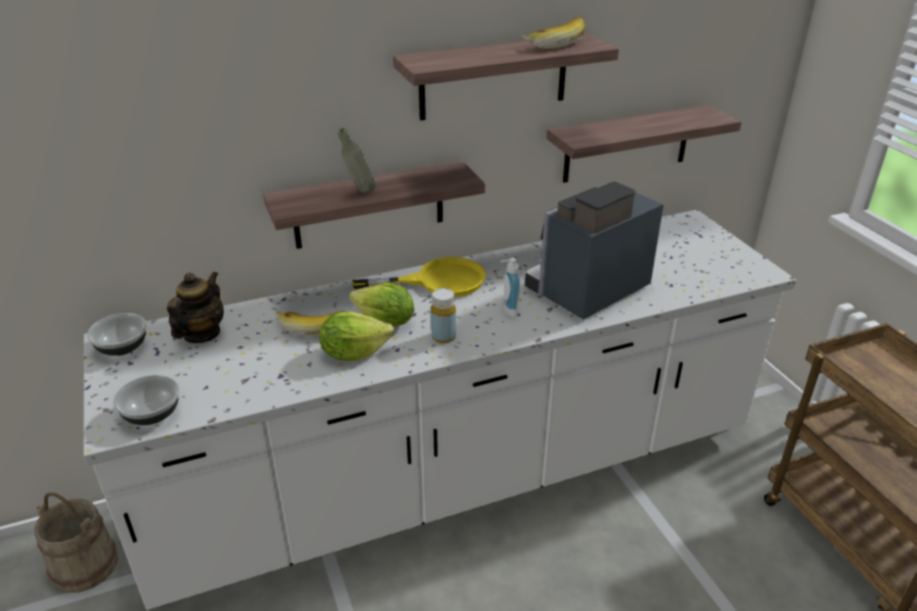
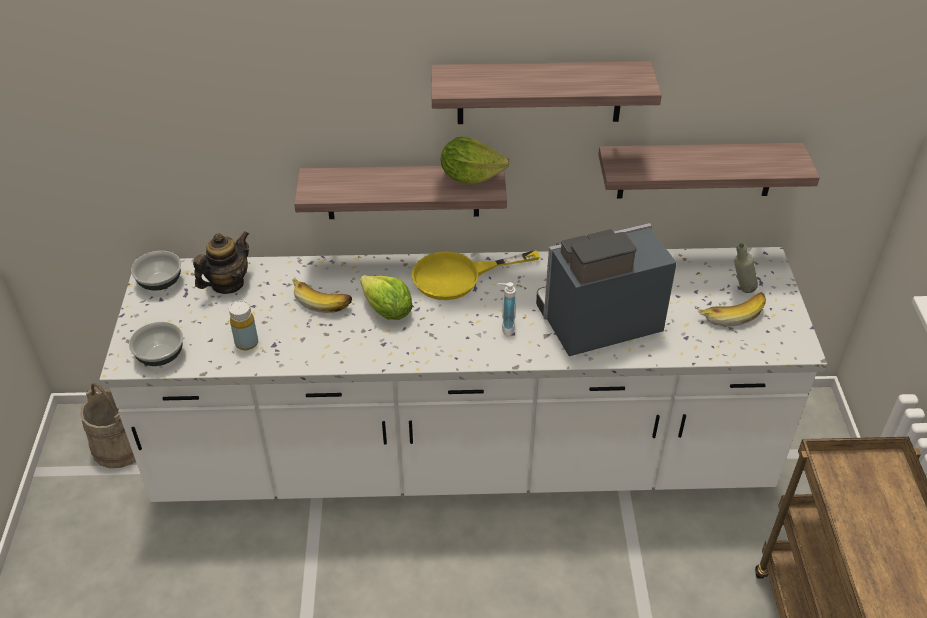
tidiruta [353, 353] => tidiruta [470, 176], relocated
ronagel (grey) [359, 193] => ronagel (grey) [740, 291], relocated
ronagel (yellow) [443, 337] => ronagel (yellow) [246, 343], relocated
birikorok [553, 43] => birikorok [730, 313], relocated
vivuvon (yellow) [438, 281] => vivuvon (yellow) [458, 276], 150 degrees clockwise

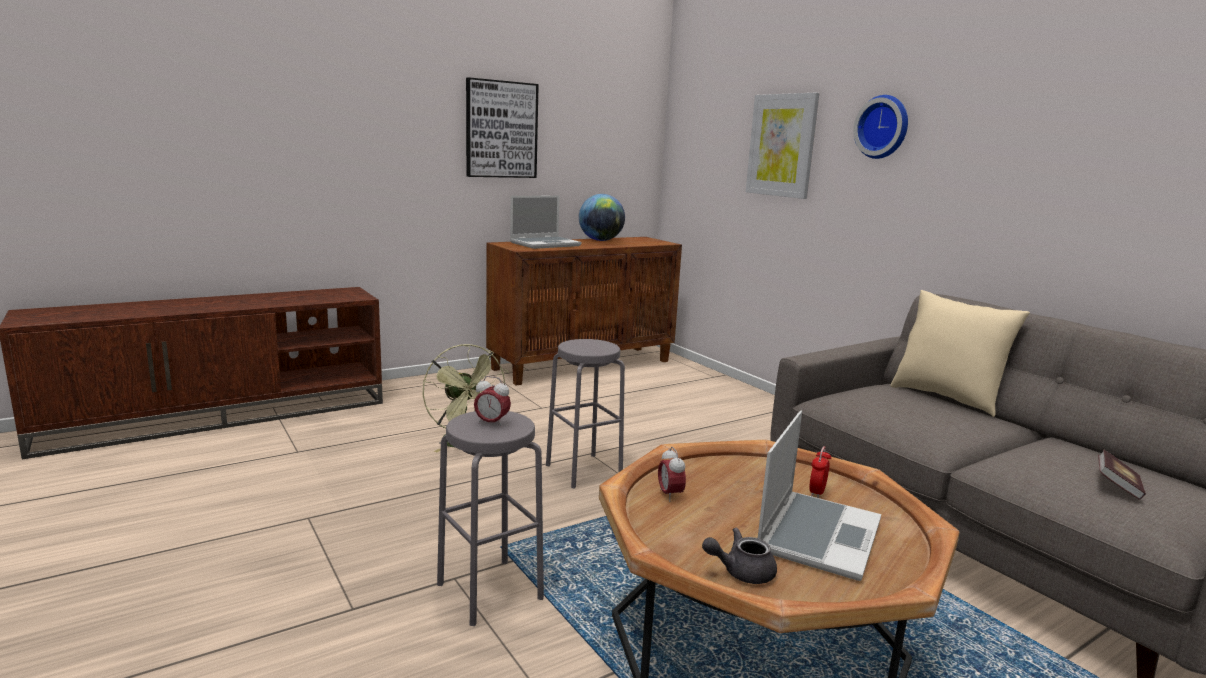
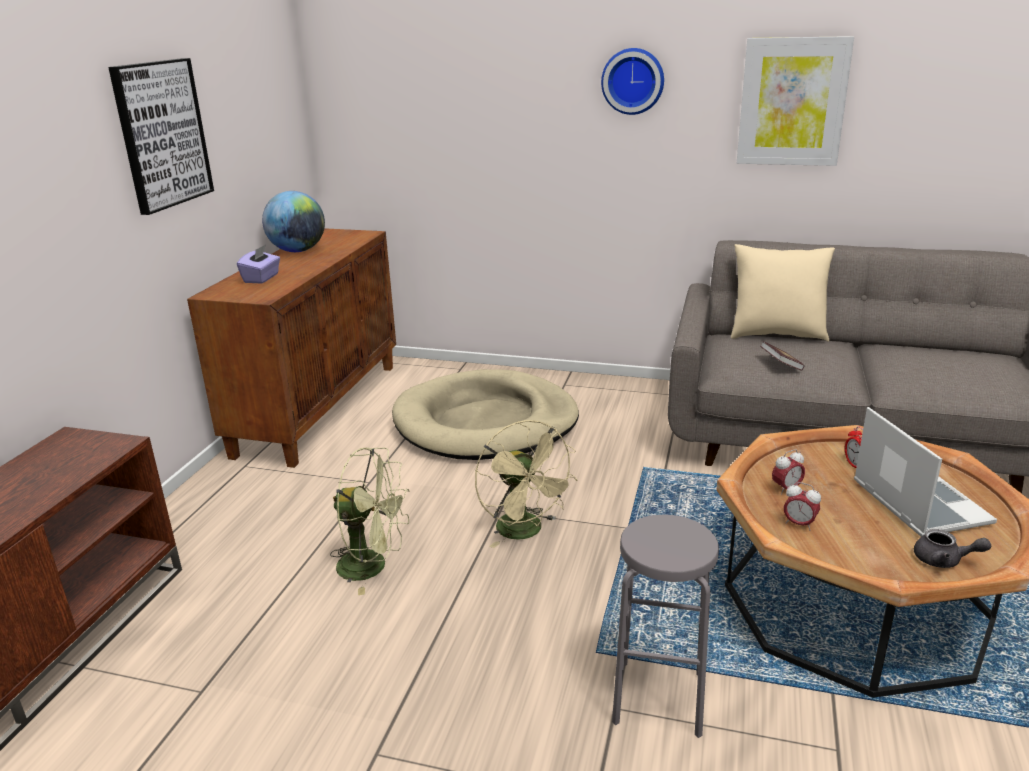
nothing => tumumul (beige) [486, 422]
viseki [492, 423] => viseki [786, 489], relocated
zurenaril [781, 145] => zurenaril [792, 102], relocated
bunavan [1117, 487] => bunavan [780, 365], relocated
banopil [545, 244] => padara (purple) [262, 278]
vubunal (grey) [584, 470] => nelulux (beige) [526, 532]
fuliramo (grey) [741, 572] => fuliramo (grey) [944, 560], 105 degrees counterclockwise

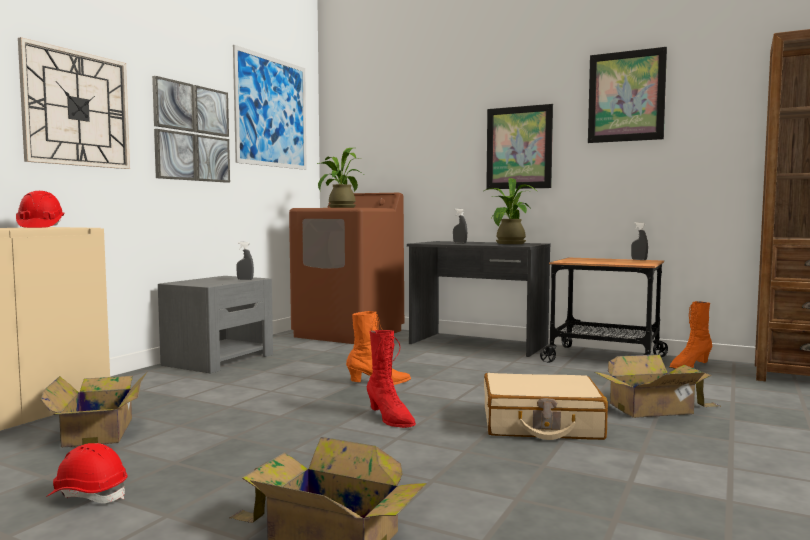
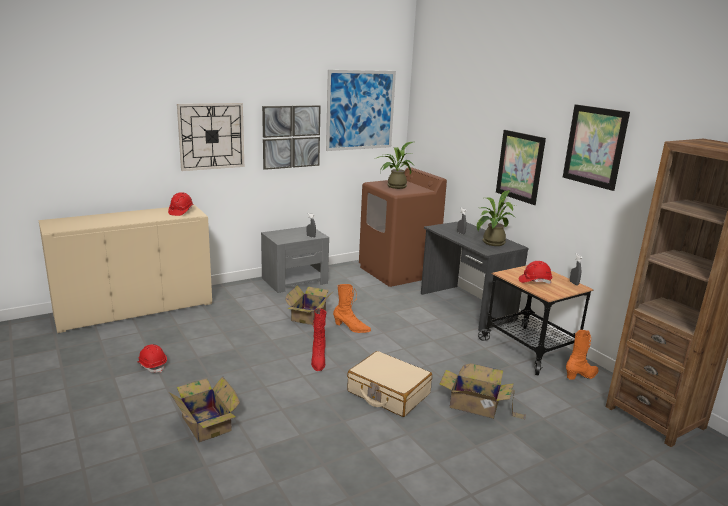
nothing => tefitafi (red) [534, 281]
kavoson [100, 431] => kavoson [309, 315], relocated
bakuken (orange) [689, 366] => bakuken (orange) [581, 376], 150 degrees clockwise

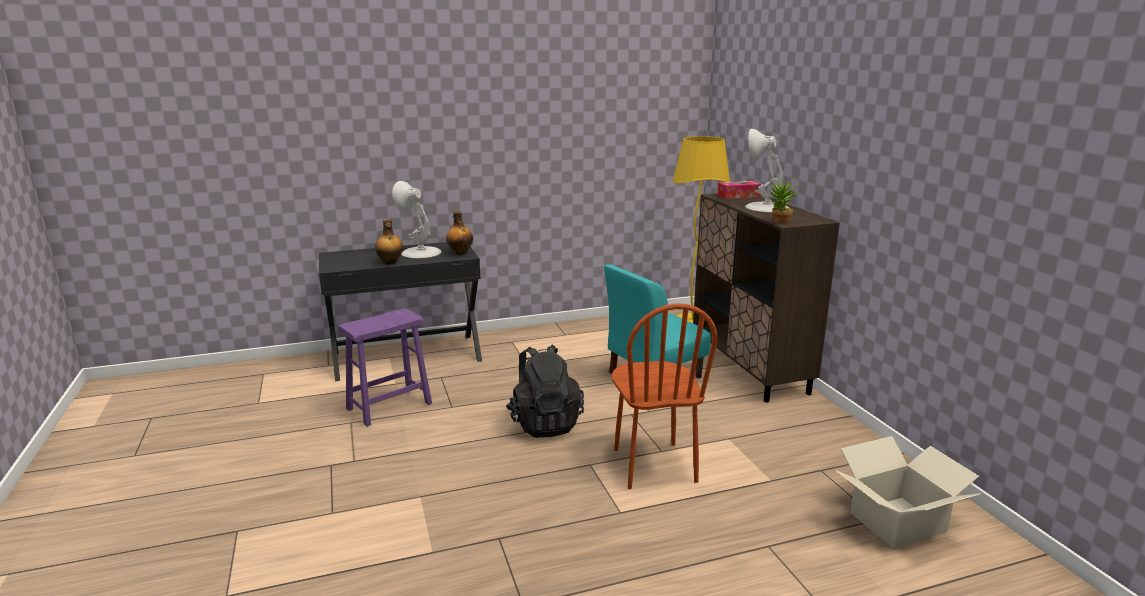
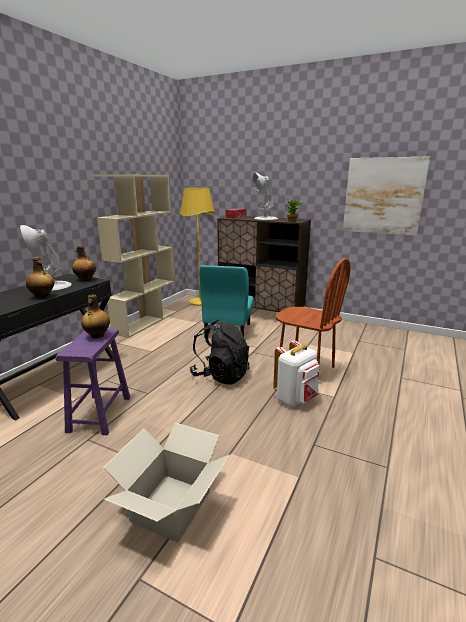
nothing => ronagel [97, 336]
nothing => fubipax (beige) [145, 322]
nothing => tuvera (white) [295, 399]
nothing => zurenaril [383, 196]
kavoson [898, 522] => kavoson [172, 506], relocated

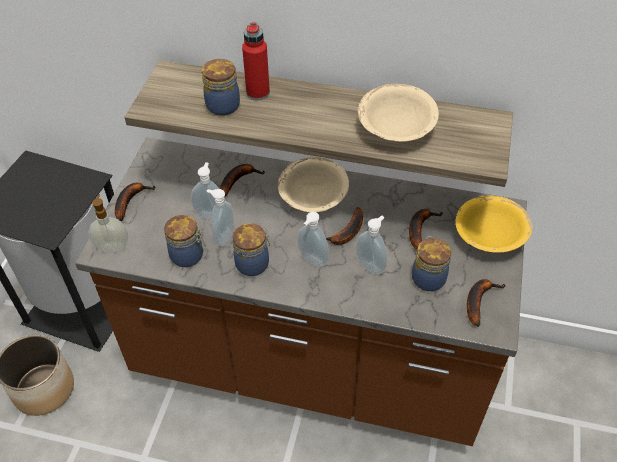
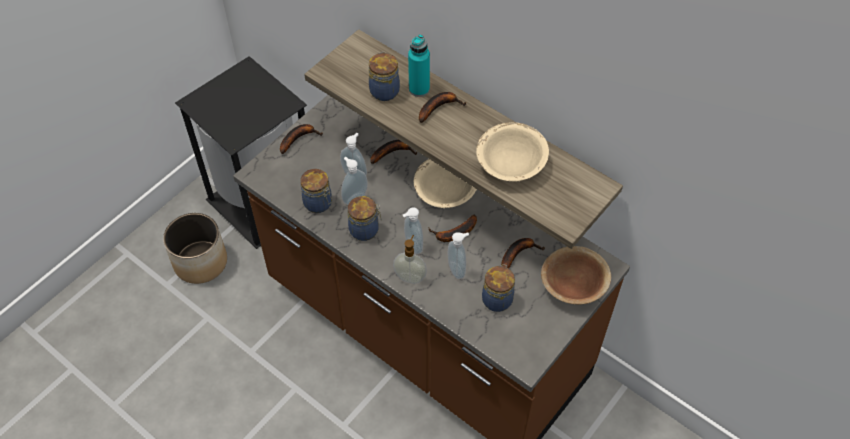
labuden [113, 246] => labuden [410, 276], relocated
birikorok [478, 300] => birikorok [439, 107], relocated
ronagel (red) [258, 93] => ronagel (turquoise) [419, 89]
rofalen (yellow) [489, 237] => rofalen (brown) [573, 285]

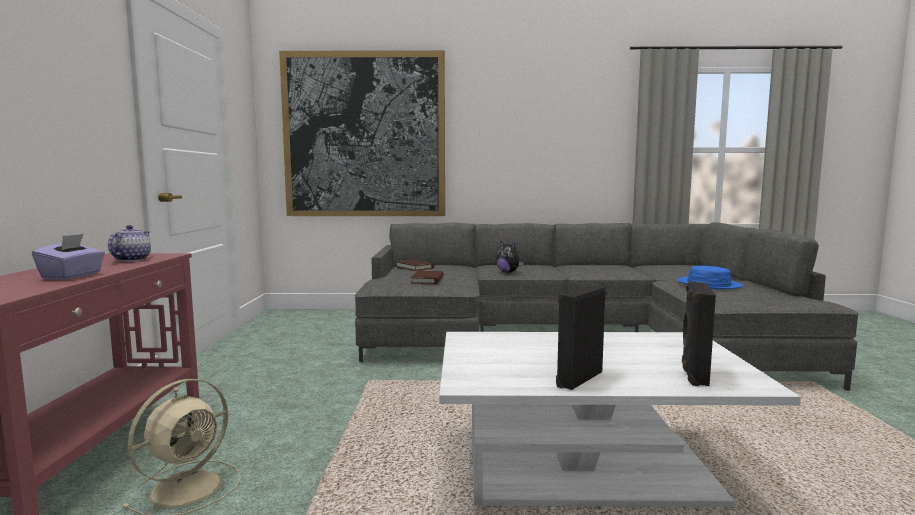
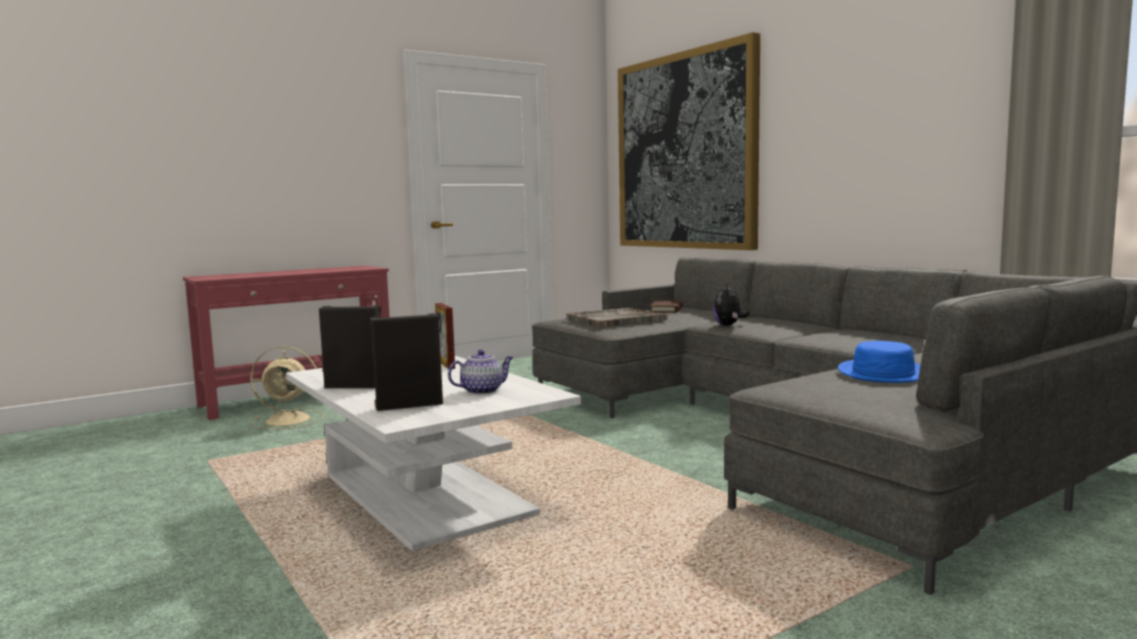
padara (purple) [72, 276] => nothing
nothing => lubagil [446, 364]
fuliramo [131, 259] => fuliramo [483, 391], relocated
bunavan (brown) [427, 280] => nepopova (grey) [615, 320]

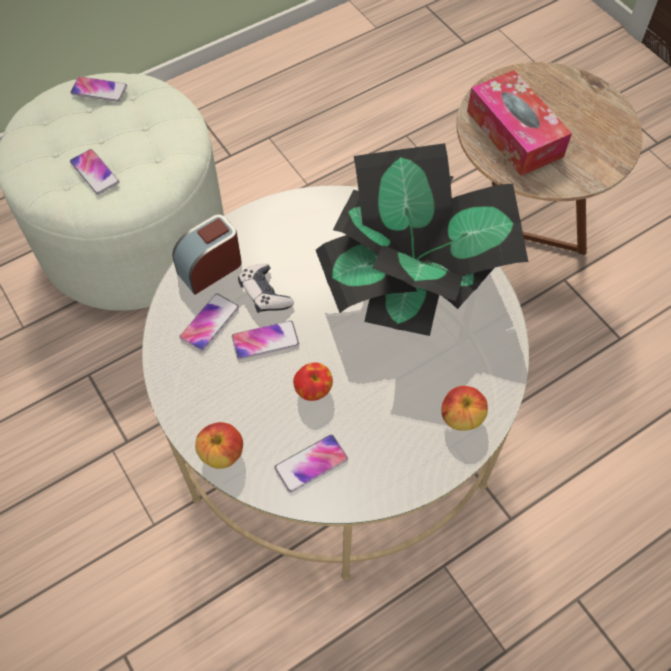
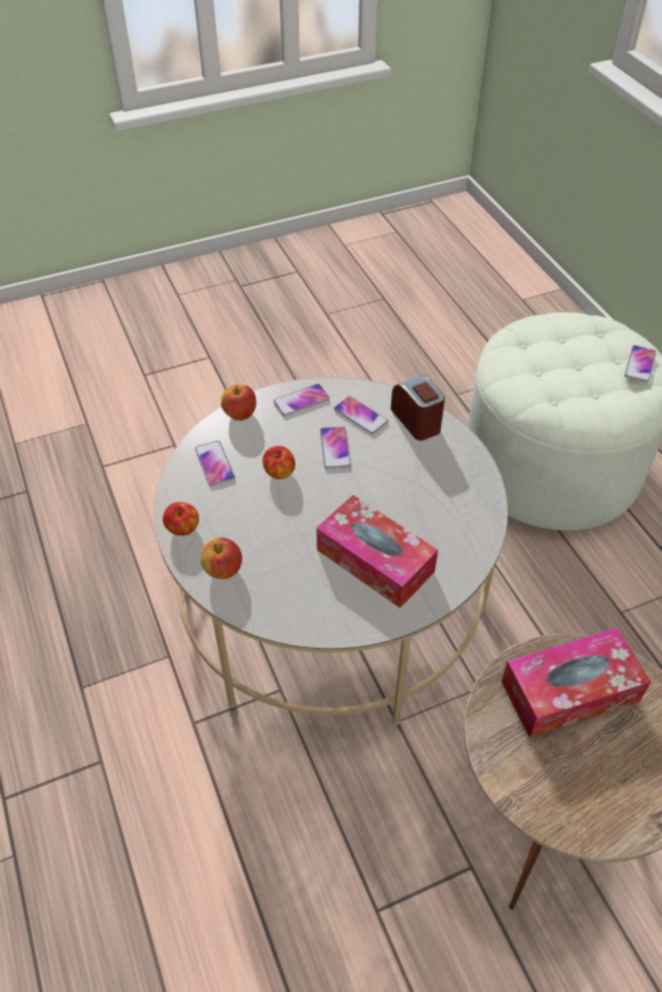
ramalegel [265, 294] => nothing
nothing => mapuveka [183, 529]
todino [94, 172] => todino [301, 401], relocated
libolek [412, 284] => padara [375, 560]

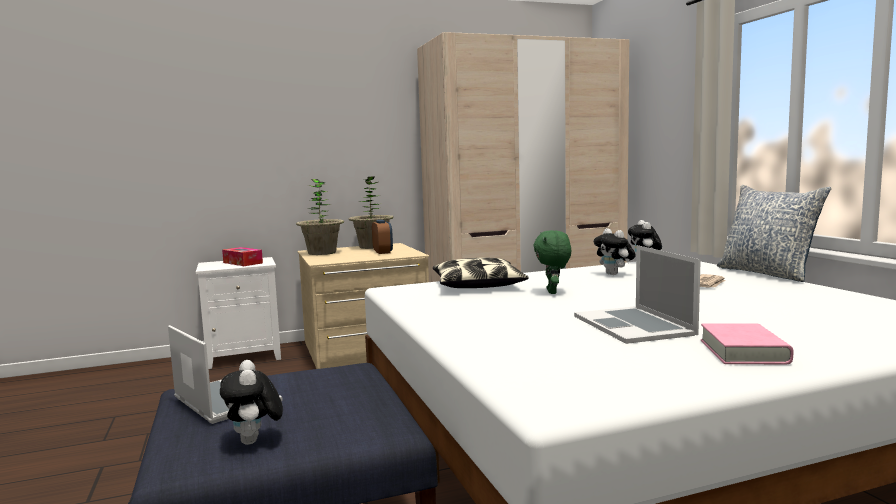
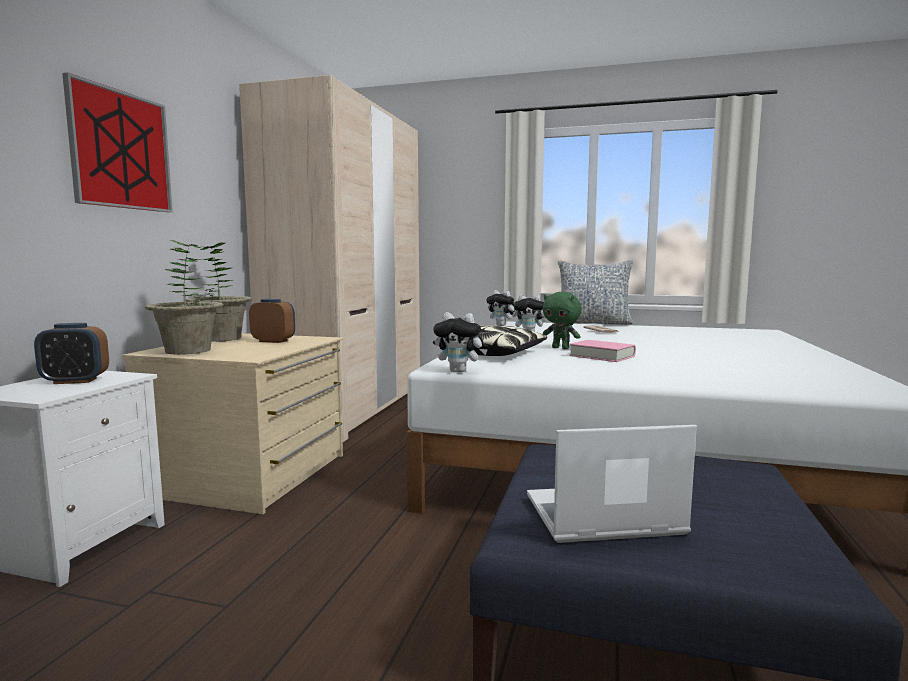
banopil [633, 325] => nothing
nothing => zurenaril [121, 150]
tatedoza [254, 441] => tatedoza [460, 371], relocated
bunavan (pink) [743, 351] => bunavan (pink) [602, 356], relocated
padara [242, 263] => viseki [75, 381]

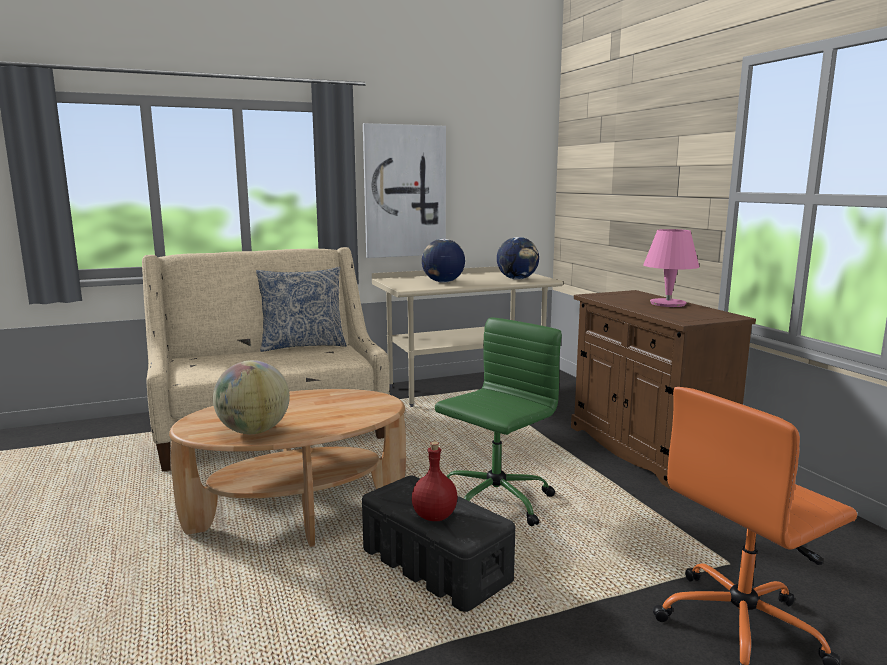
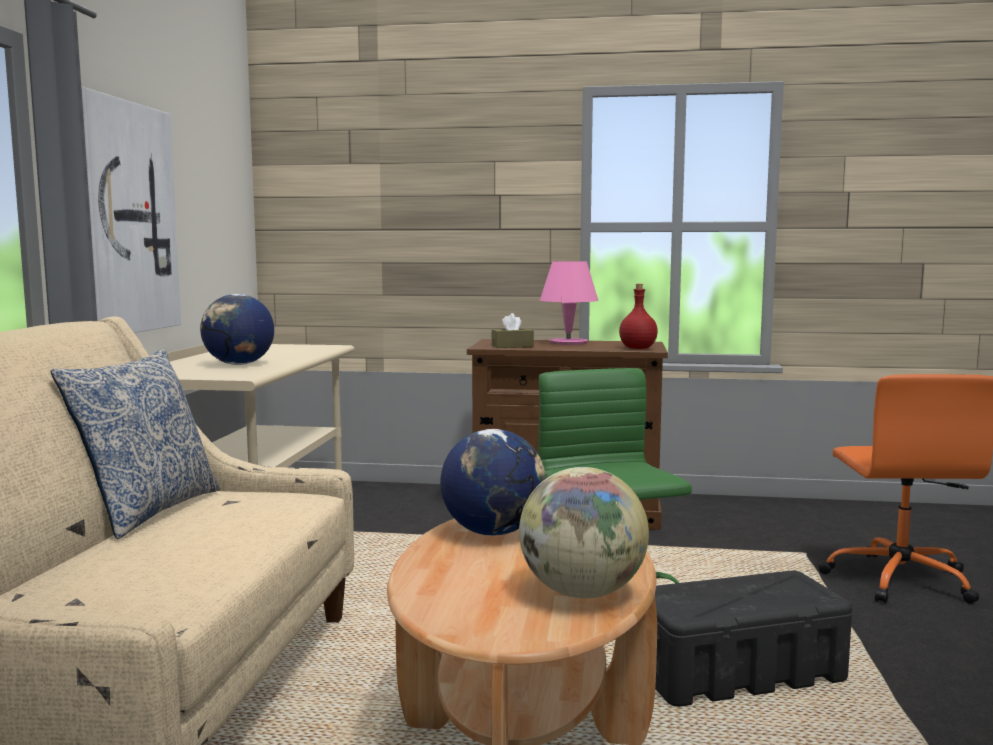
nothing => padara (brown) [512, 346]
ronagel (red) [435, 516] => ronagel (red) [637, 348], relocated
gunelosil [517, 279] => gunelosil [493, 532], relocated

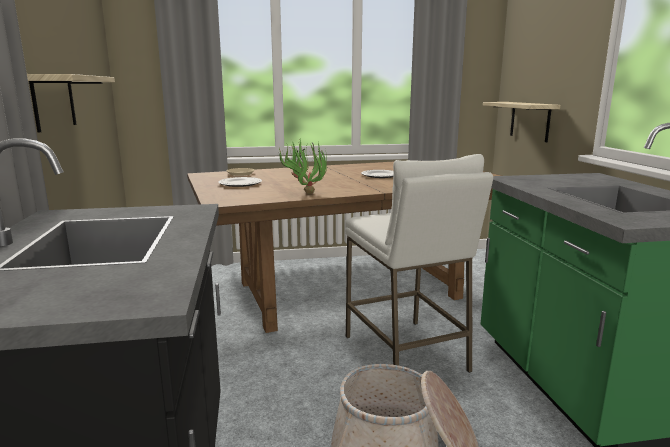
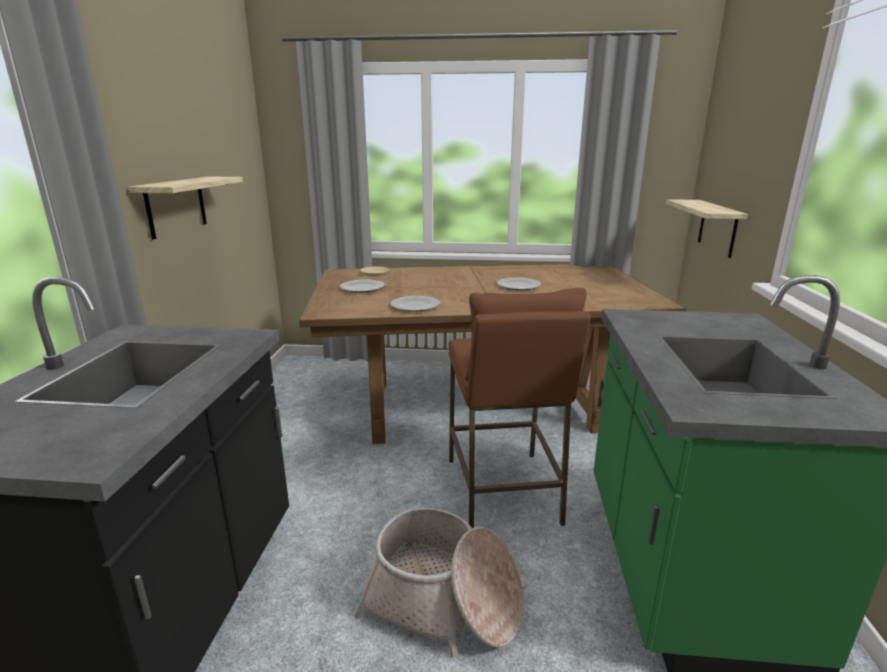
libolek [304, 192] => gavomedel [415, 305]
vubunal (white) [406, 353] => vubunal (brown) [503, 490]

